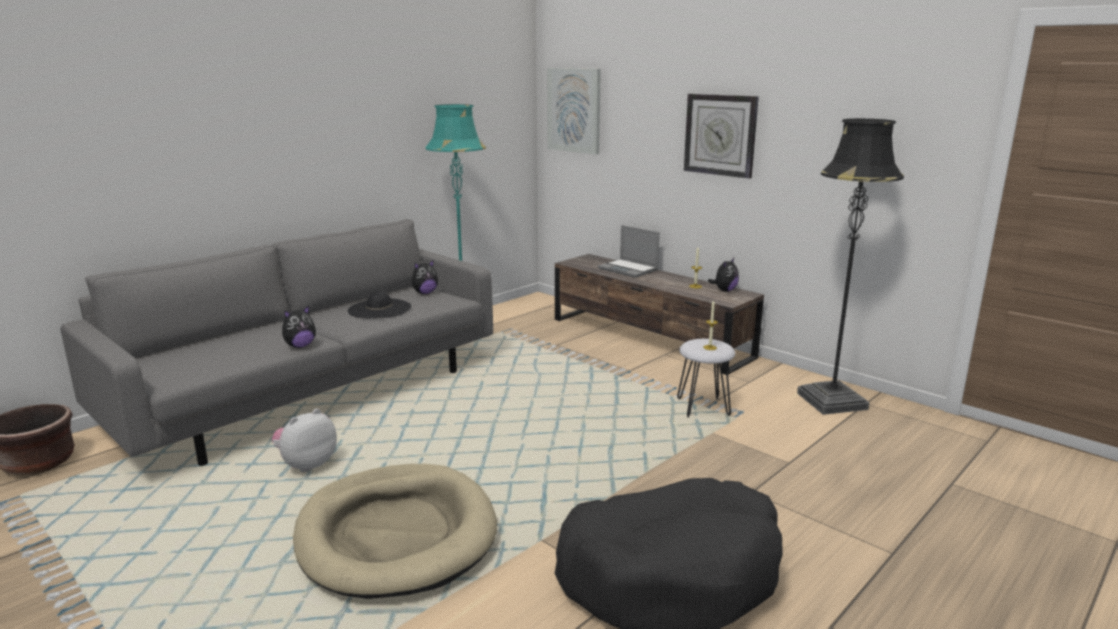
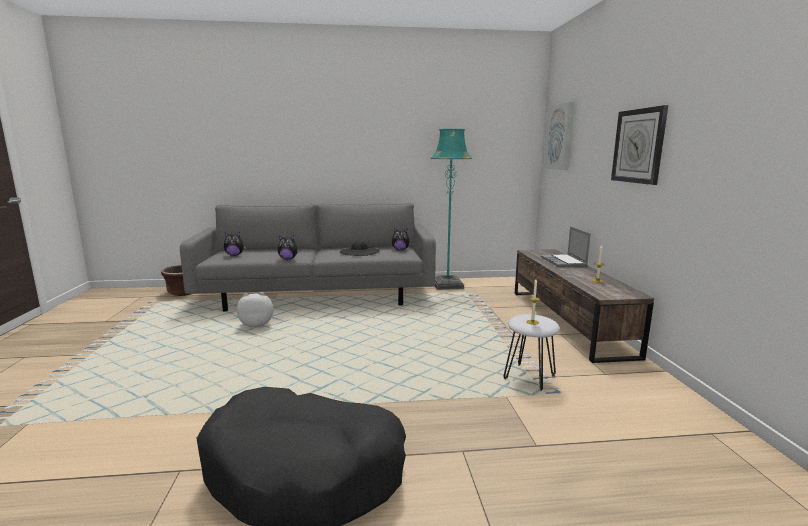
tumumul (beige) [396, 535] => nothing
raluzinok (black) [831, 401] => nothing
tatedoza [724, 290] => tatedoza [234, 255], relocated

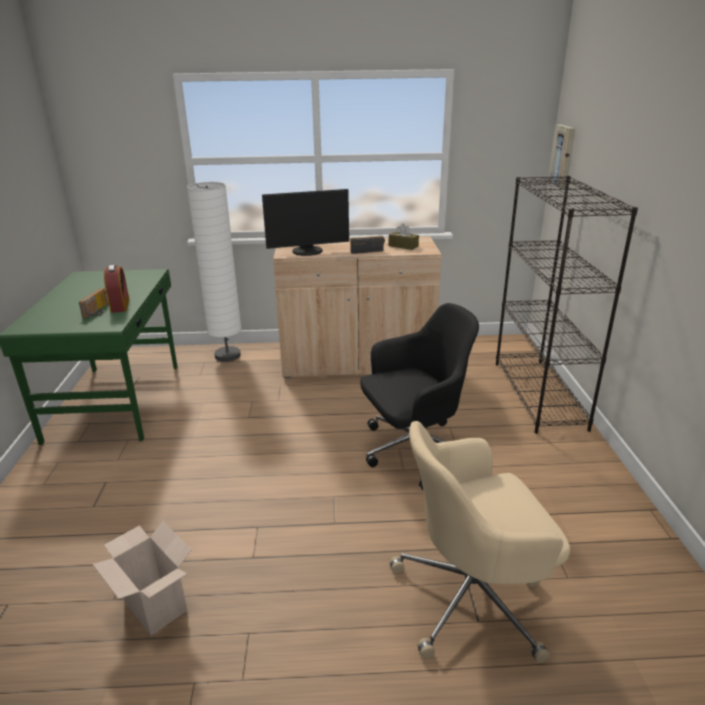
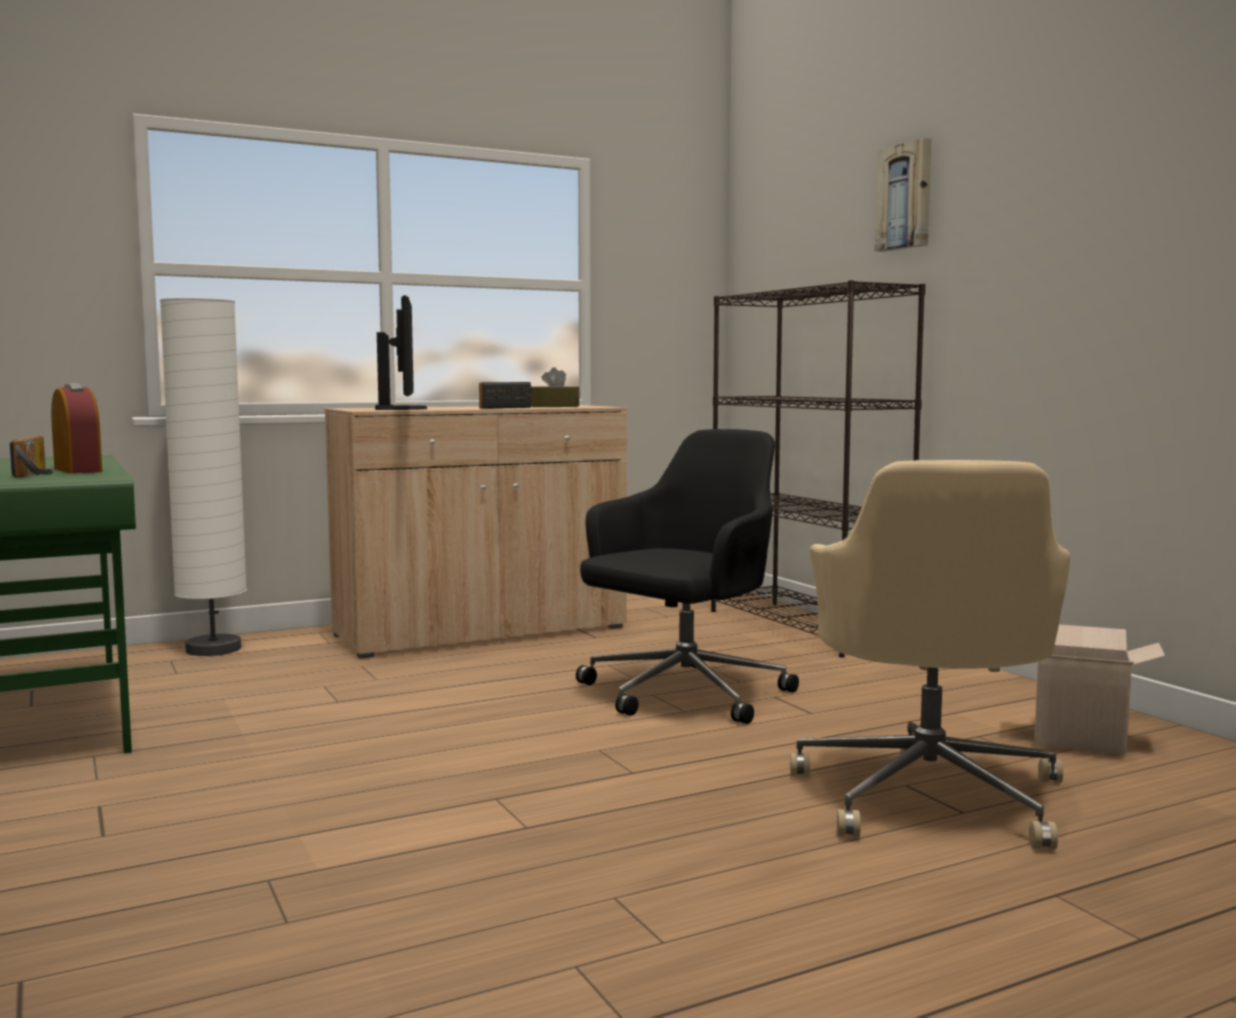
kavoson [153, 606] => kavoson [1075, 741], relocated
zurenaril [563, 156] => zurenaril [905, 197], relocated
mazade [307, 251] => mazade [403, 409], 60 degrees counterclockwise
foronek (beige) [473, 597] => foronek (beige) [930, 795], 45 degrees counterclockwise

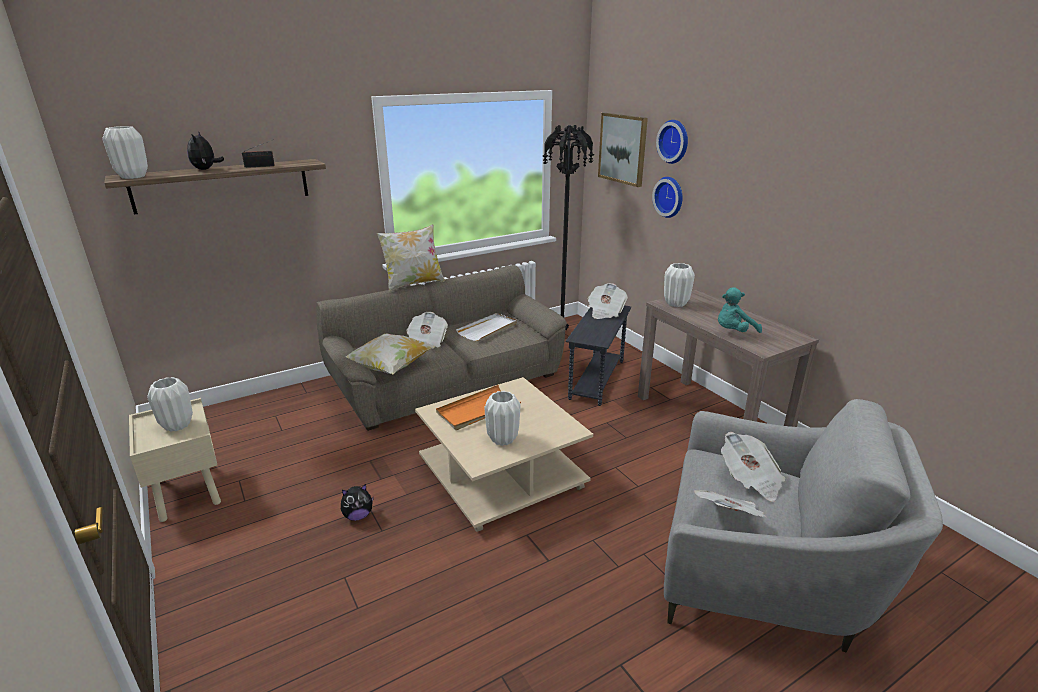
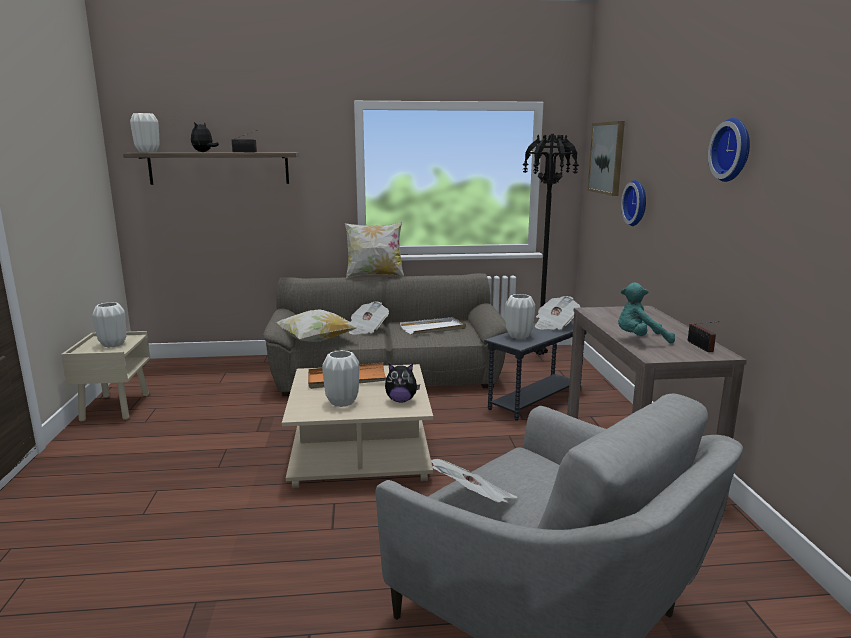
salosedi [750, 480] => nothing
nothing => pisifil [700, 347]
tatedoza [358, 516] => tatedoza [401, 400], relocated
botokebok [675, 141] => botokebok [734, 150], relocated
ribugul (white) [675, 303] => ribugul (white) [518, 336], relocated

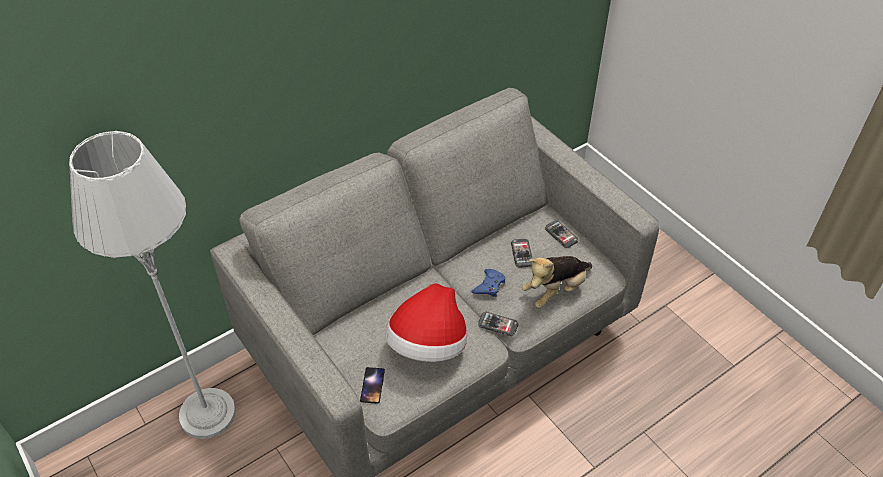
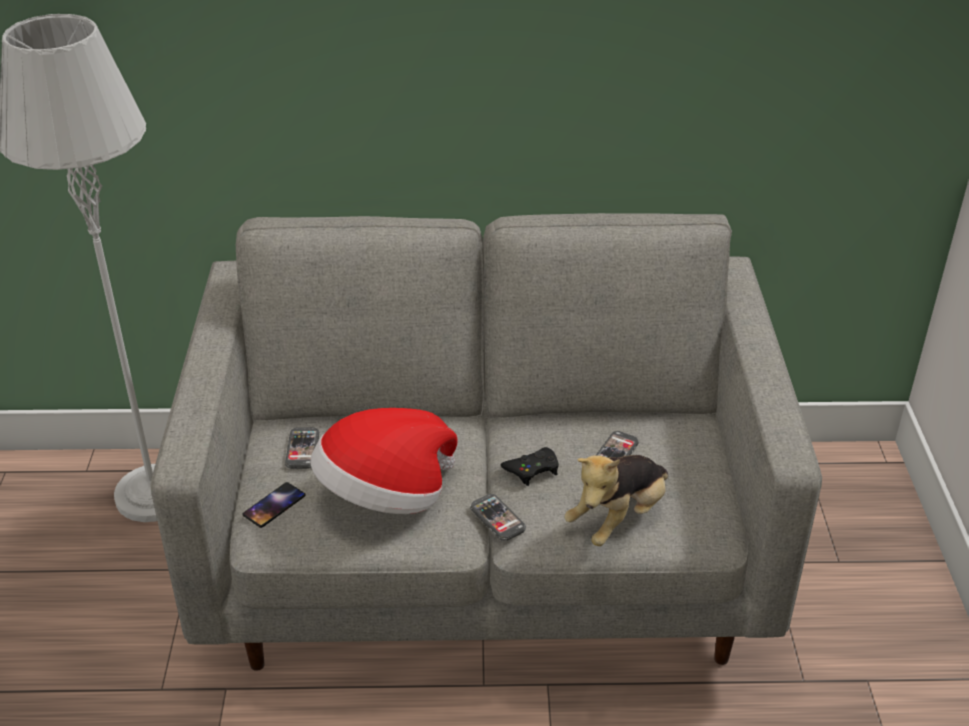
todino [561, 235] => todino [302, 449], relocated
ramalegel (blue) [489, 286] => ramalegel (black) [532, 469]
tatedoza [555, 290] => tatedoza [618, 518], 45 degrees counterclockwise

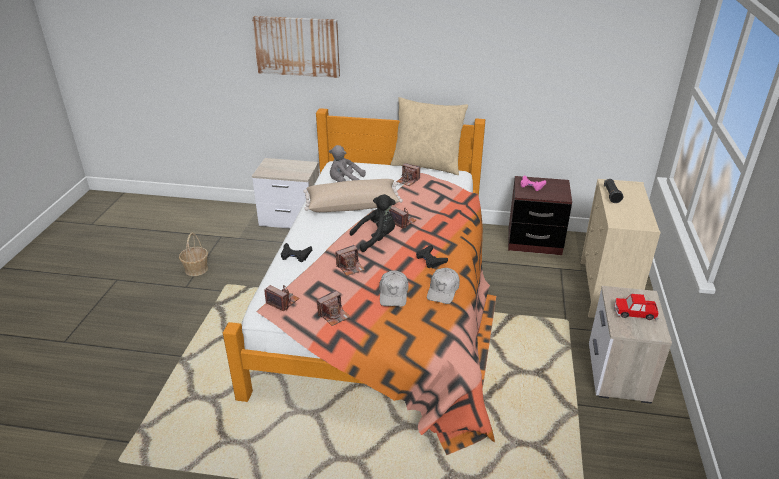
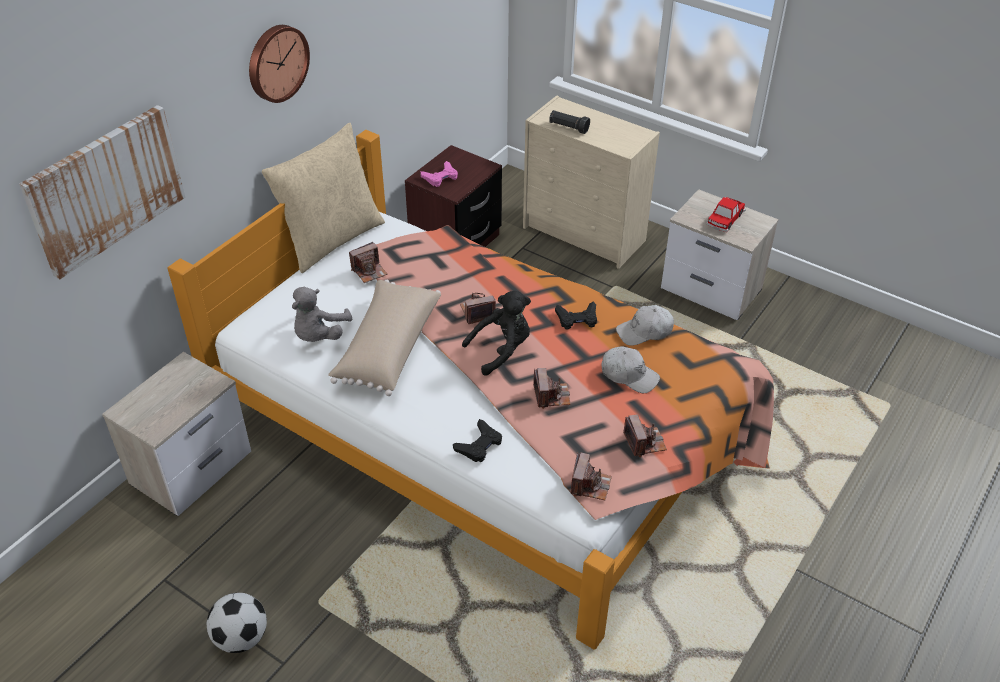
nothing => botokebok [276, 62]
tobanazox [196, 269] => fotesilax [241, 638]
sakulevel [283, 301] => sakulevel [590, 485], 135 degrees clockwise
tatedoza (black) [376, 239] => tatedoza (black) [501, 350], 60 degrees clockwise
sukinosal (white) [443, 290] => sukinosal (white) [645, 331], 120 degrees clockwise

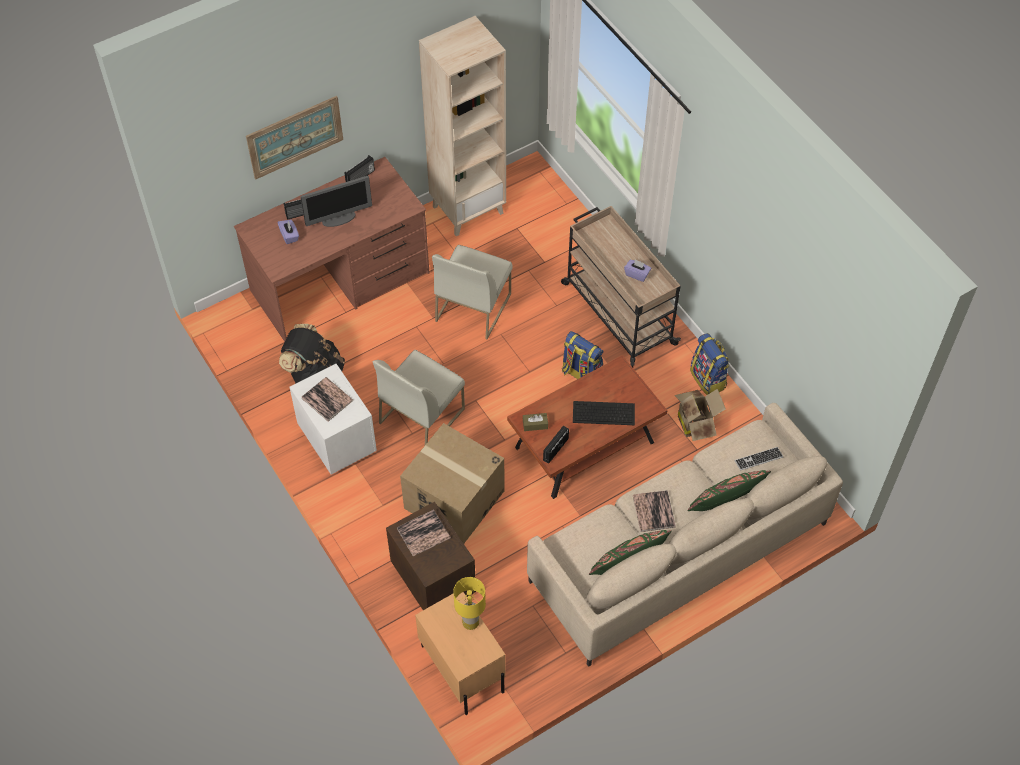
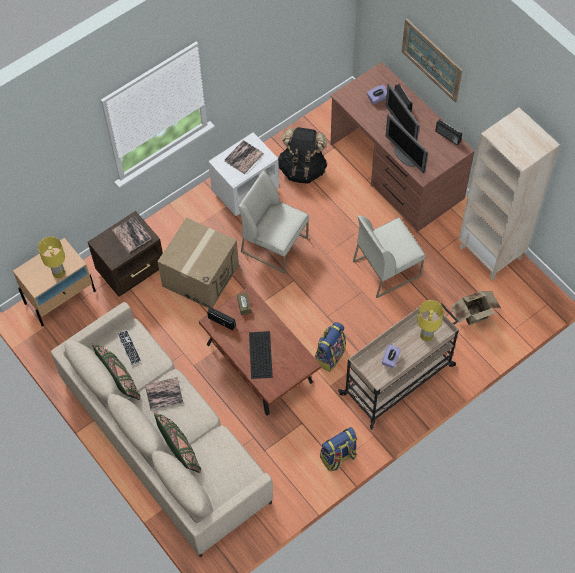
nothing => mazade [405, 157]
nothing => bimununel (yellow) [426, 336]
kavoson [696, 423] => kavoson [475, 315], relocated
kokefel [758, 459] => kokefel [129, 347], relocated
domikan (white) [473, 307] => domikan (white) [387, 268], 45 degrees counterclockwise

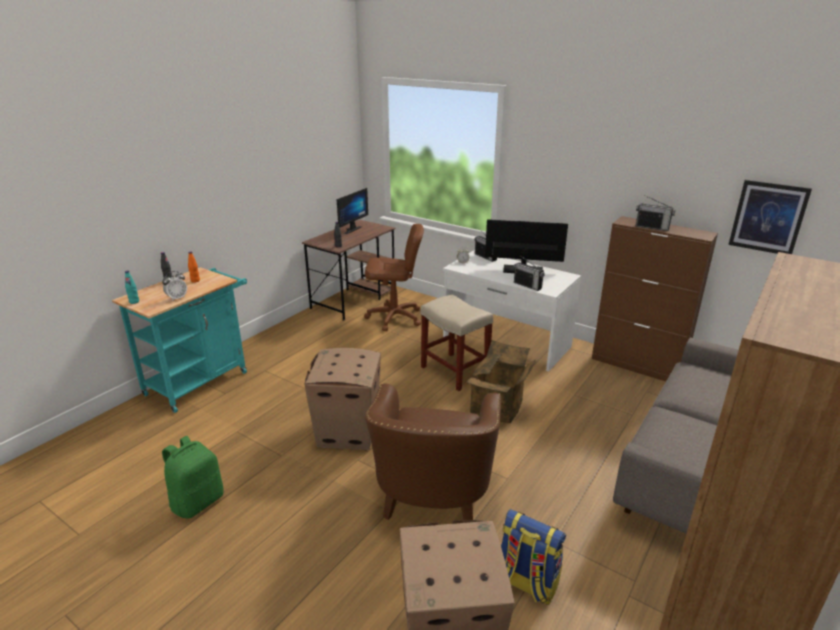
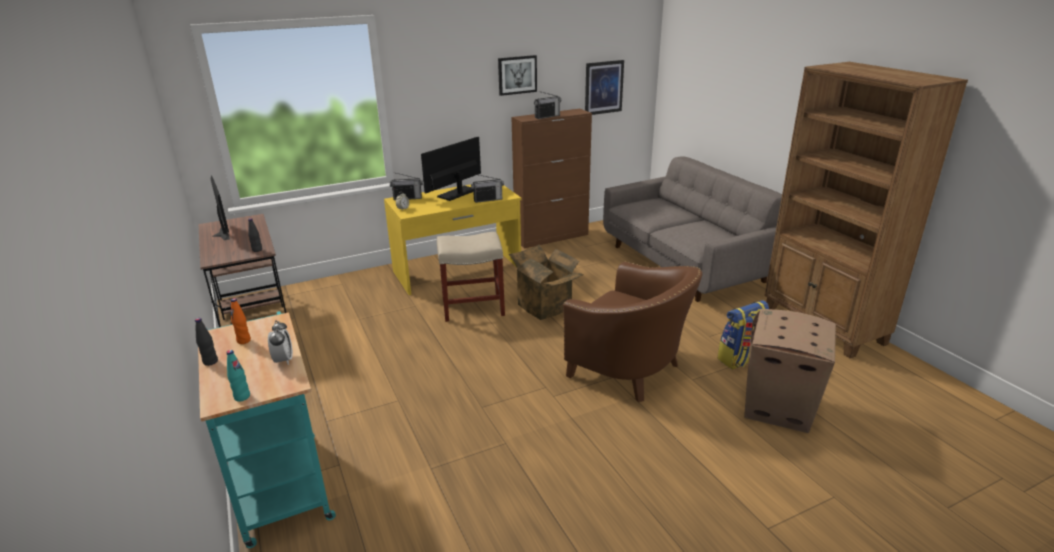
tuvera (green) [197, 501] => nothing
kavoson [348, 433] => nothing
foronek (brown) [394, 318] => nothing
nothing => zurenaril [517, 75]
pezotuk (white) [505, 342] => pezotuk (yellow) [457, 271]

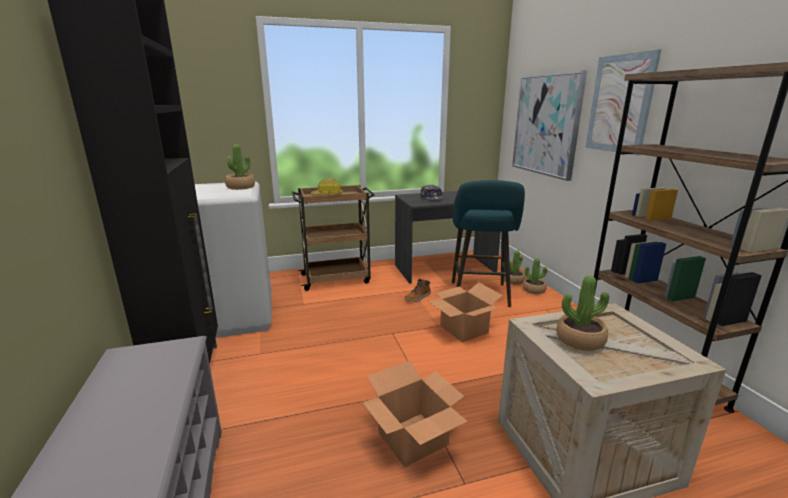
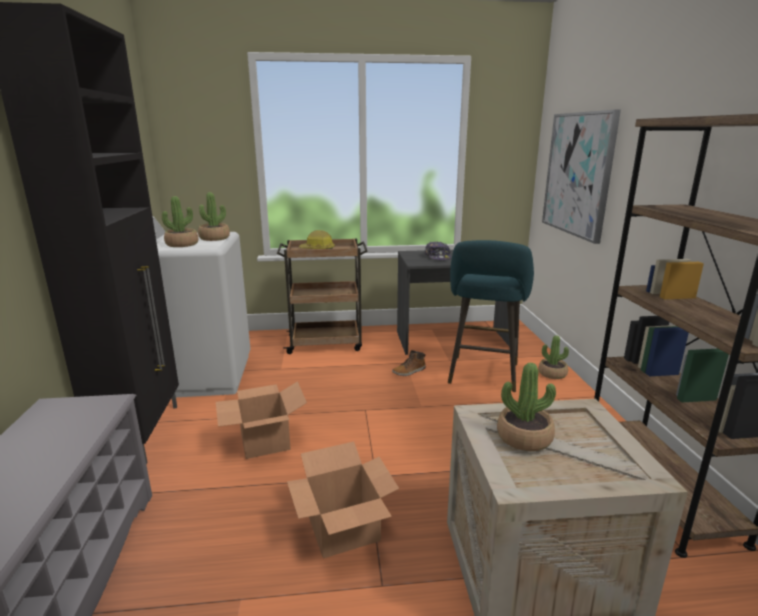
zurenaril [620, 104] => nothing
kavoson [464, 329] => kavoson [265, 441], relocated
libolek [513, 280] => libolek [182, 244], relocated

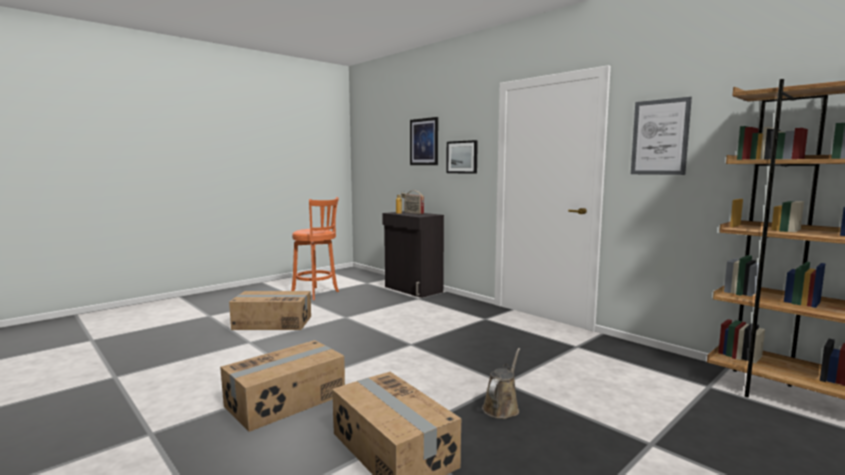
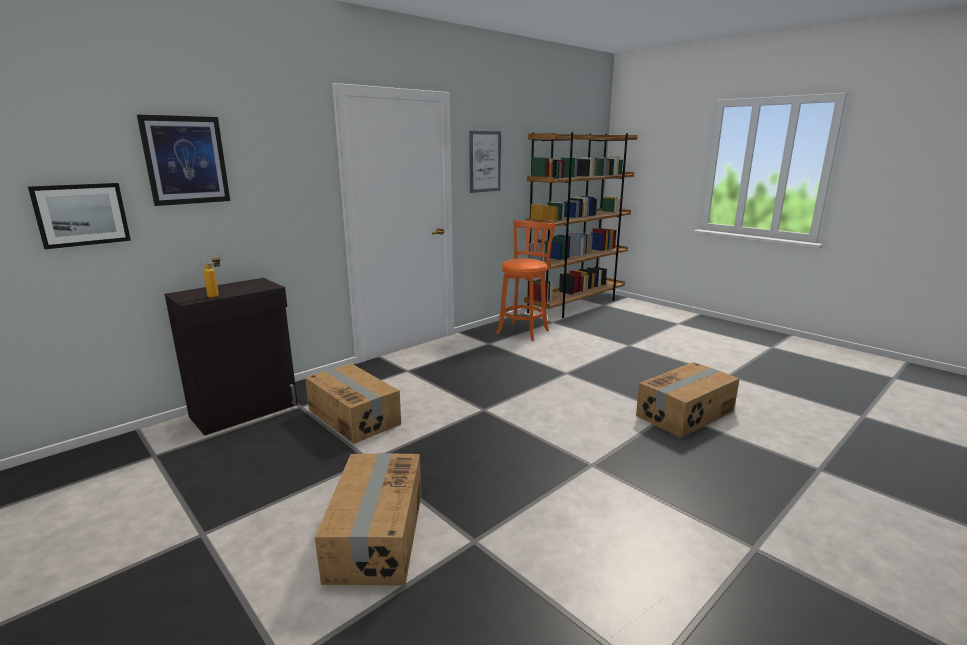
pisifil [413, 213] => nothing
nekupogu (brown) [502, 407] => nothing
kavoson [286, 400] => kavoson [354, 416], relocated
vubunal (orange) [316, 294] => vubunal (orange) [524, 331], relocated
zurenaril [462, 157] => zurenaril [81, 214], relocated

